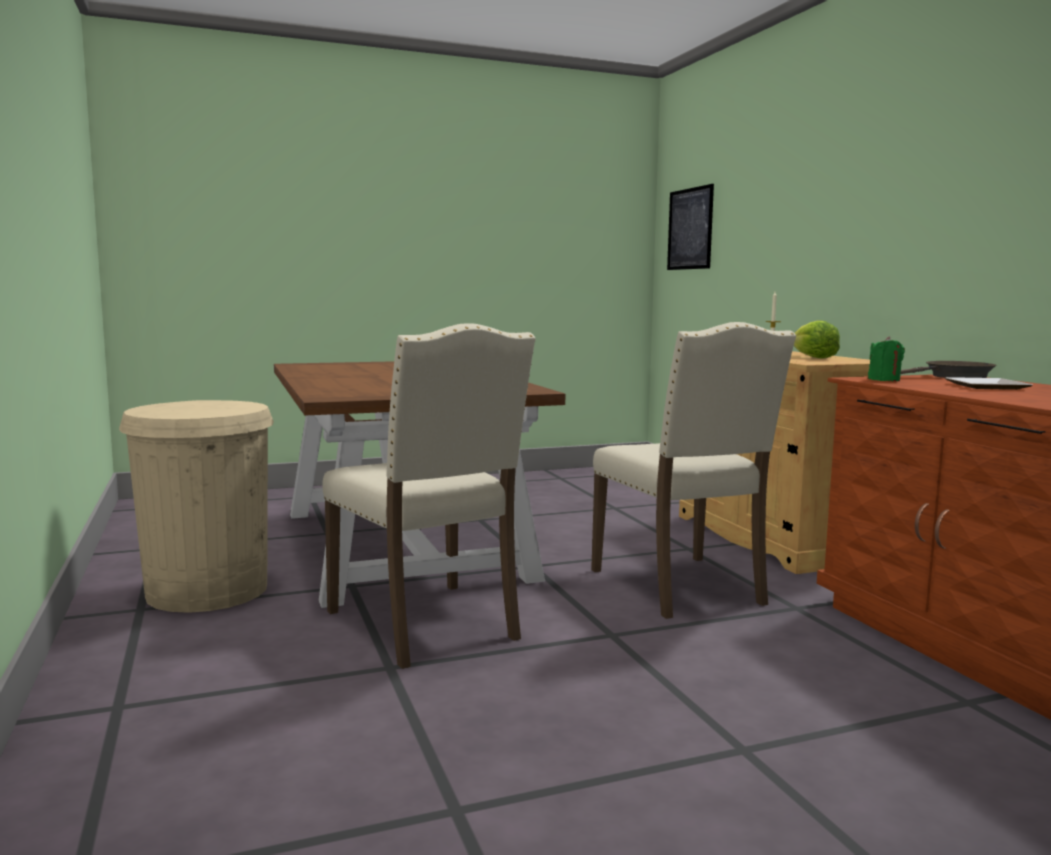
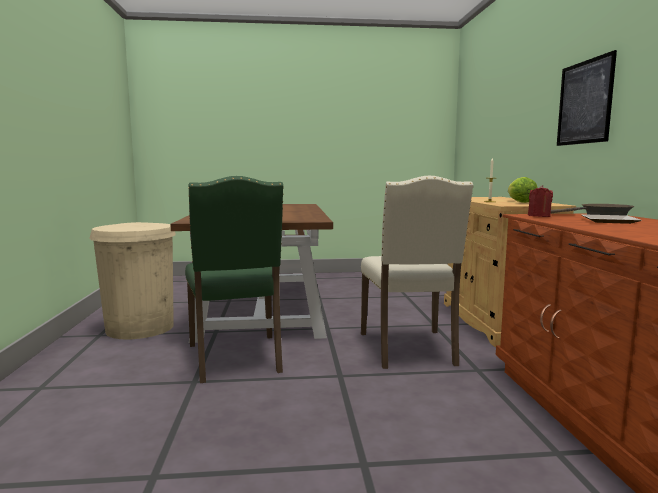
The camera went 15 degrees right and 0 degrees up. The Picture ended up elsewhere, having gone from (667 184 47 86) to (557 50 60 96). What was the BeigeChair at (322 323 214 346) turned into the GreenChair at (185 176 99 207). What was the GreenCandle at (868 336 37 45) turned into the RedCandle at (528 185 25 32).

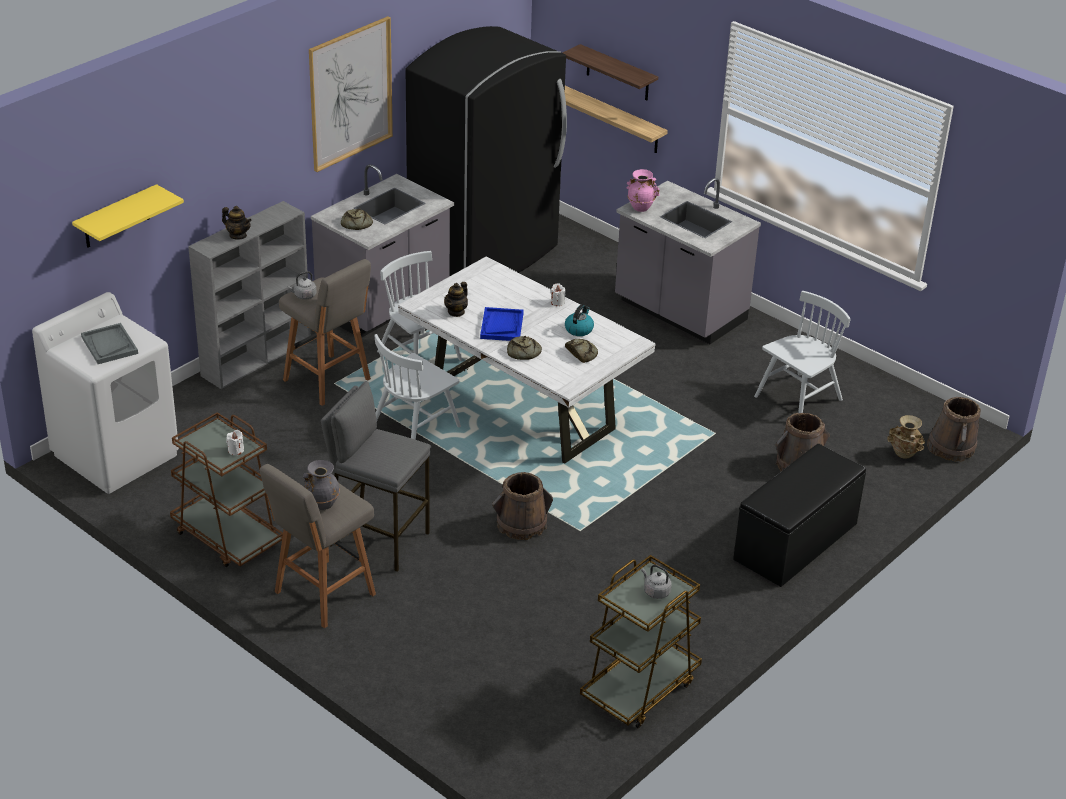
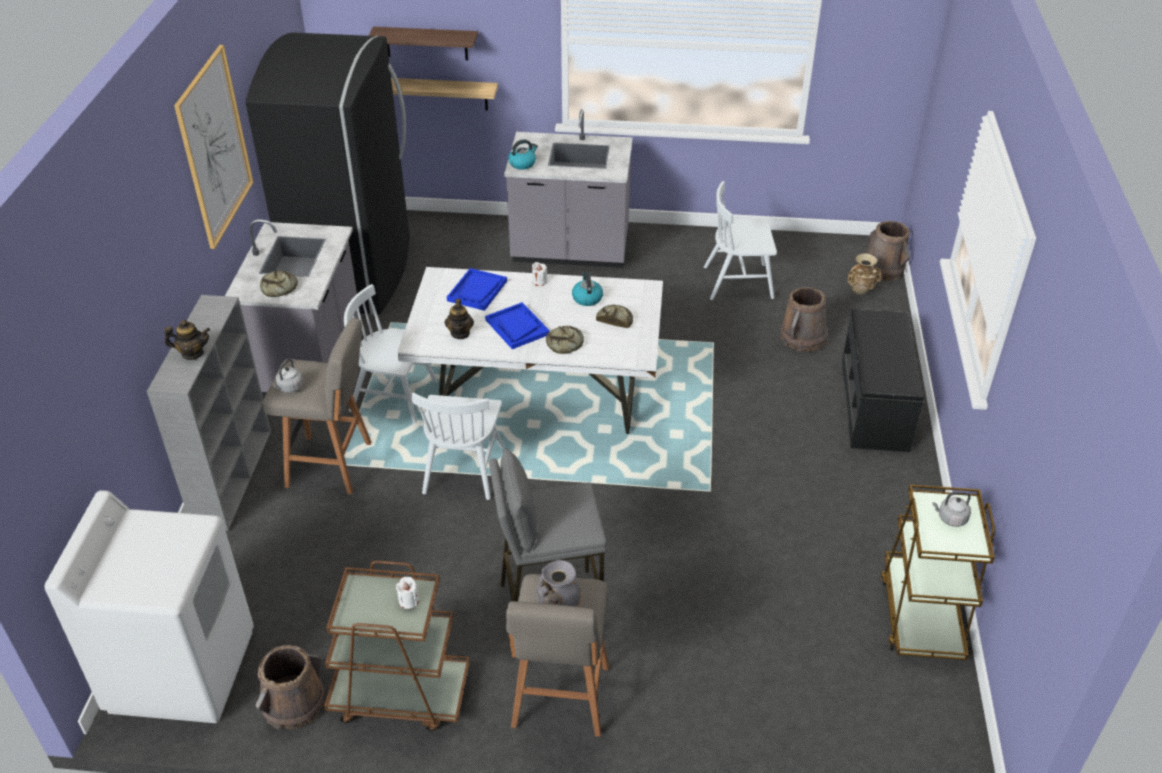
The camera went 35 degrees left and 5 degrees up. The second view lost the YellowShelf at (72 184 112 64). The second view lost the GreyTray at (81 323 57 41). The second view gained the BlueTray at (447 268 60 43). The BrownBucket ended up elsewhere, having gone from (492 472 61 68) to (256 645 69 84). Where the PinkVase stood at (626 169 34 43), the Kettle came to stand at (508 139 30 31). The WhiteChair at (754 291 97 122) ended up facing another way, 105 degrees counterclockwise from before.

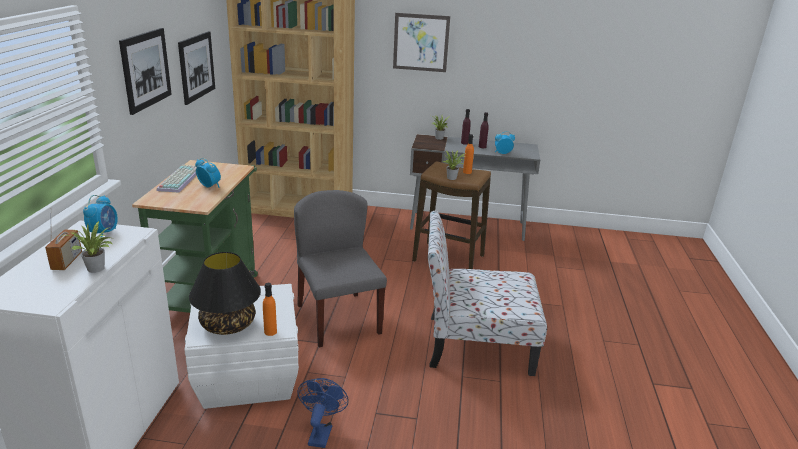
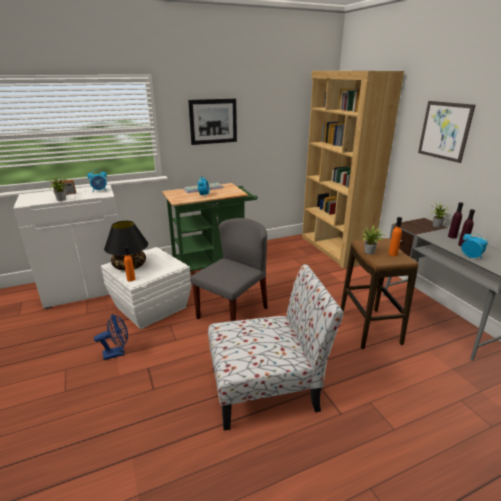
The camera went 60 degrees right and 0 degrees up. The second view lost the Picture at (178 31 37 74). The Chair at (428 211 119 165) ended up facing another way, 105 degrees clockwise from before.

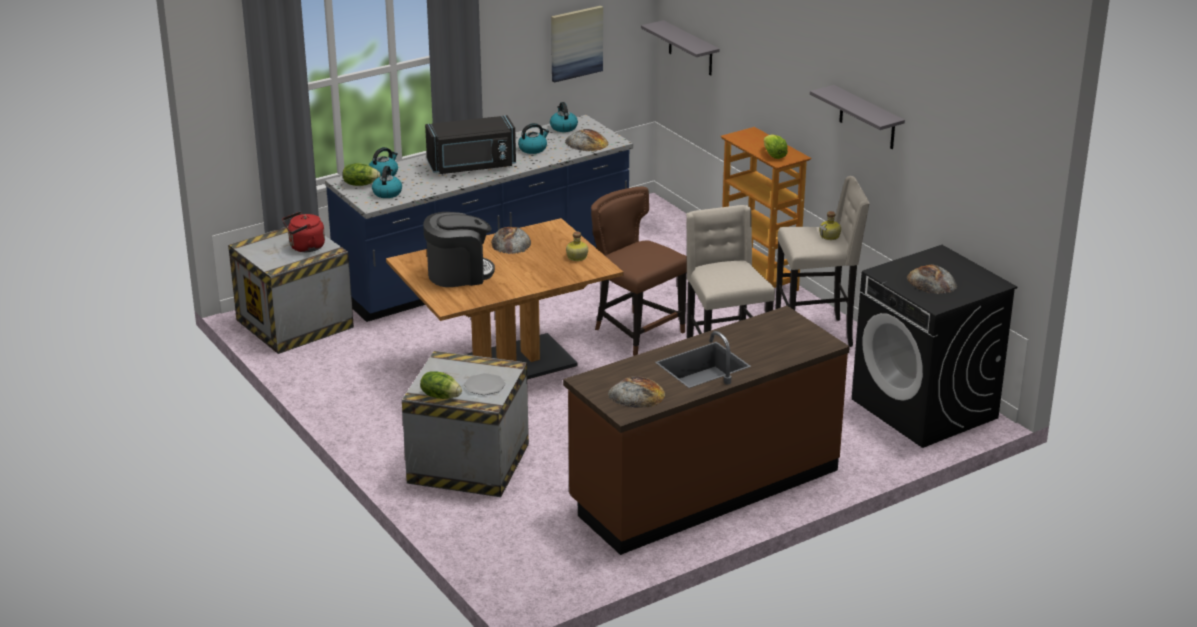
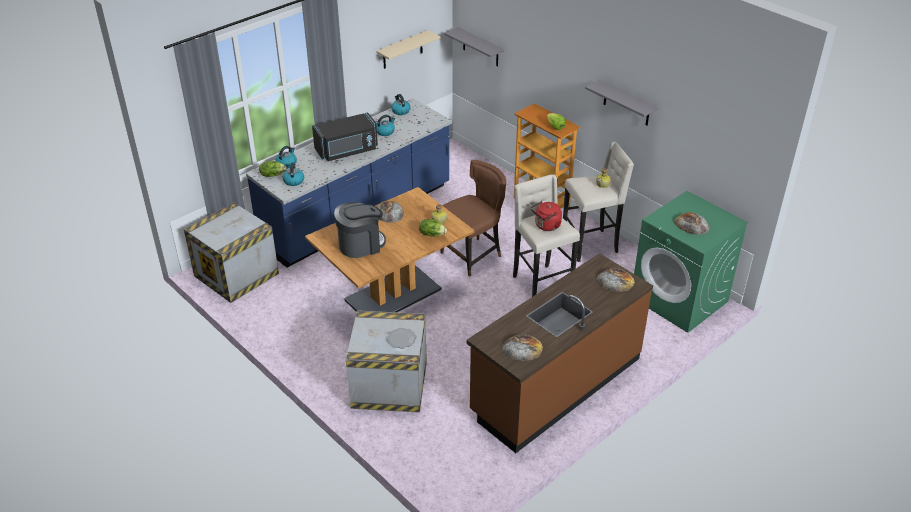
The camera went 10 degrees left and 10 degrees up. The RedKettle ended up elsewhere, having gone from (282 211 43 41) to (531 201 31 30). The Lettuce ended up elsewhere, having gone from (420 371 42 28) to (419 219 28 17). The Bread ended up elsewhere, having gone from (565 129 44 22) to (596 268 39 24). Where the Picture hung at (551 6 52 77), the BeigeShelf came to hang at (376 30 64 39). What was the BlackWashingMachine at (852 245 165 203) turned into the GreenWashingMachine at (634 191 114 142). The BrownChair at (591 187 96 169) ended up facing another way, 105 degrees clockwise from before.

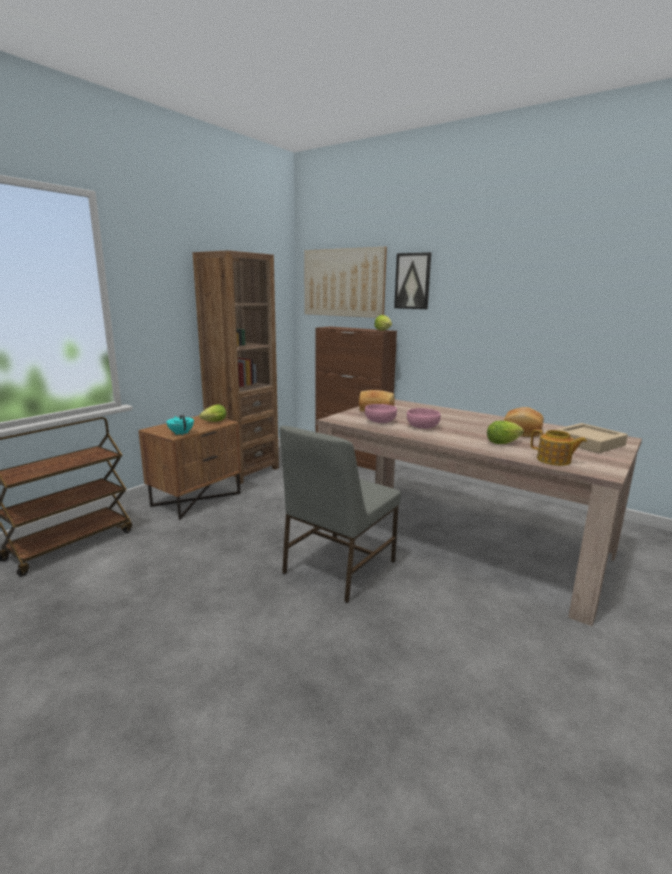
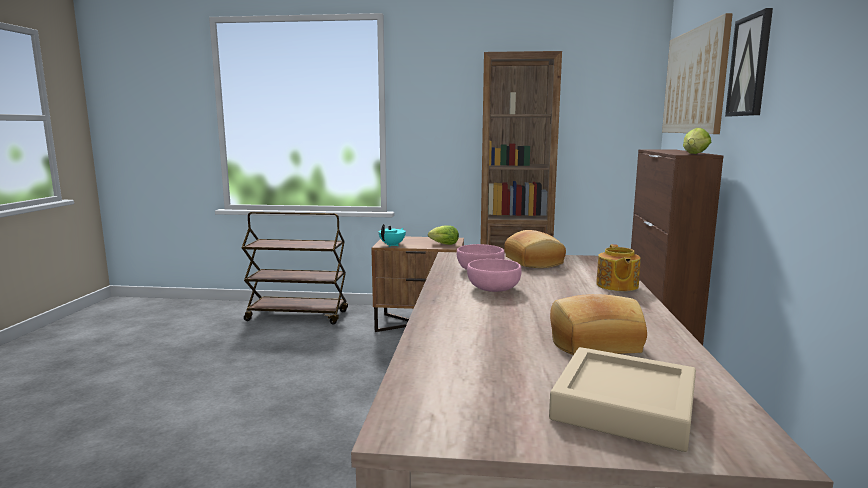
The camera went 60 degrees right and 5 degrees down. The second view lost the GreyChair at (280 426 121 177). The second view lost the Lettuce at (487 421 37 23). The Teapot ended up elsewhere, having gone from (531 429 56 37) to (596 244 45 47).

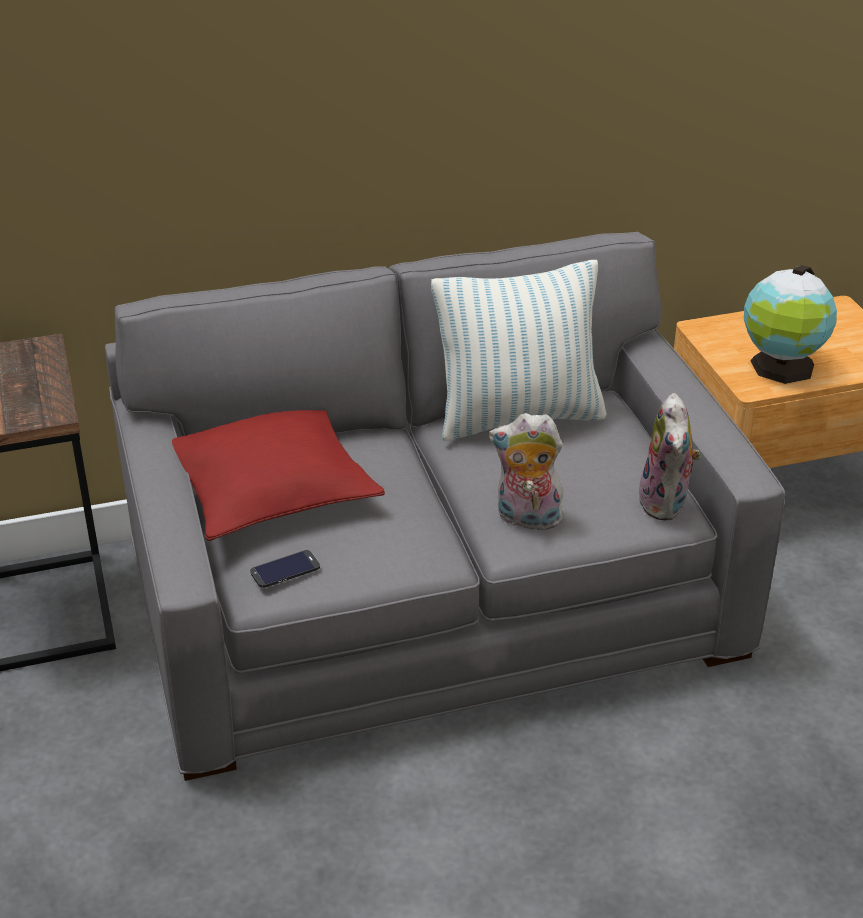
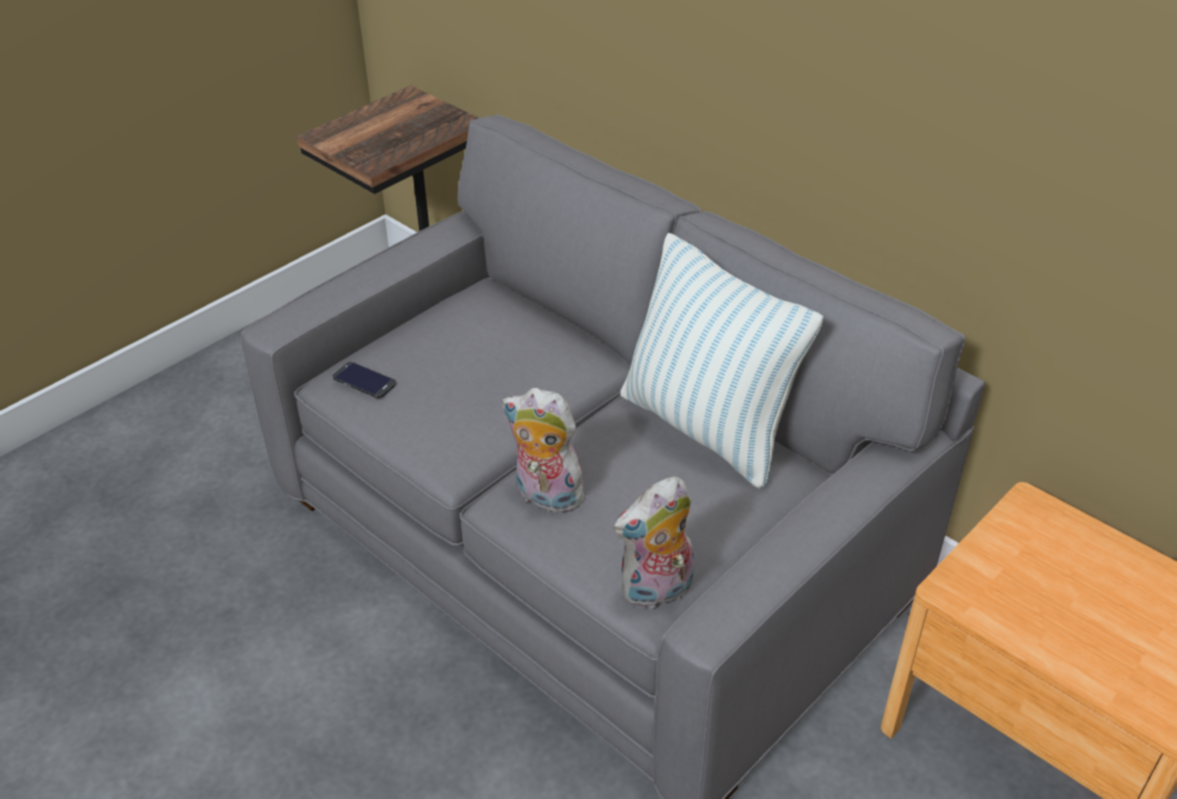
The camera went 60 degrees right and 5 degrees up. The second view lost the RedPillow at (172 410 213 131). The second view lost the Globe at (744 265 93 119). The PlushToy at (489 413 76 121) ended up facing another way, 45 degrees counterclockwise from before.

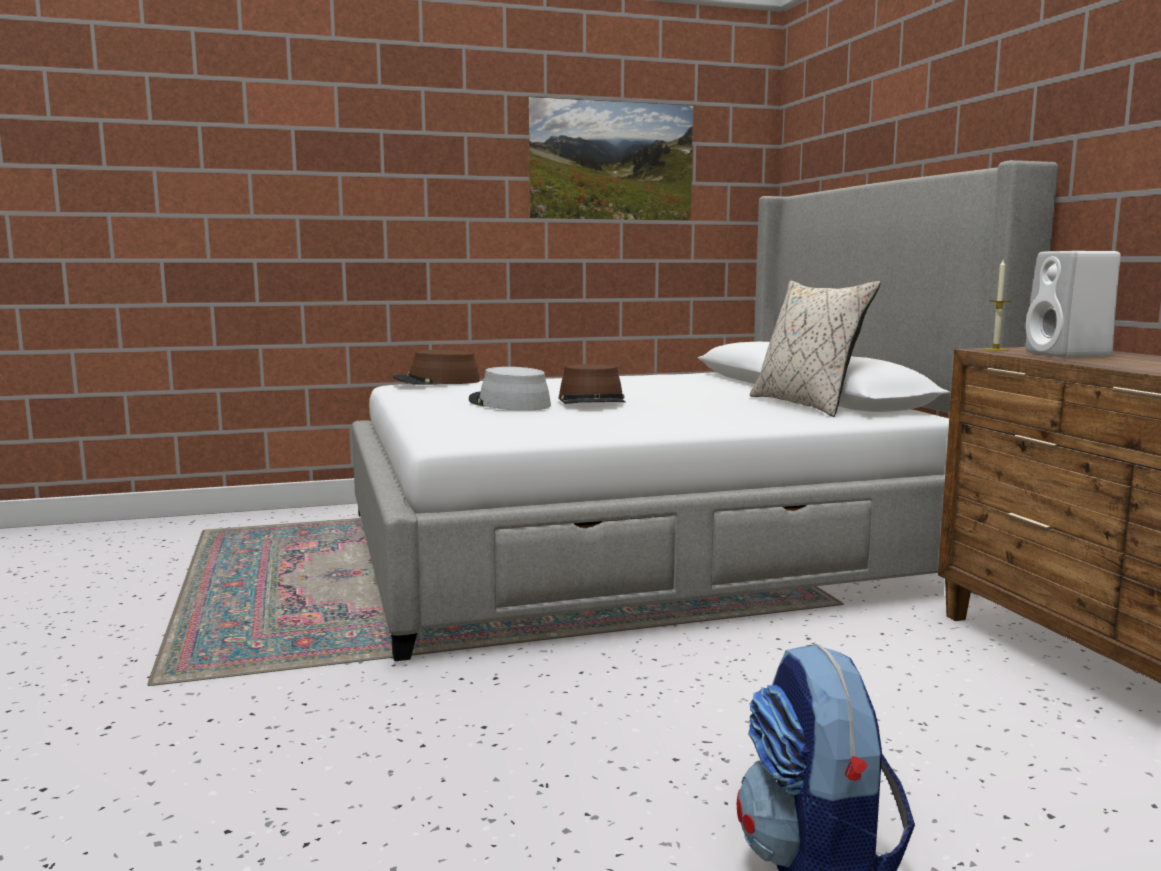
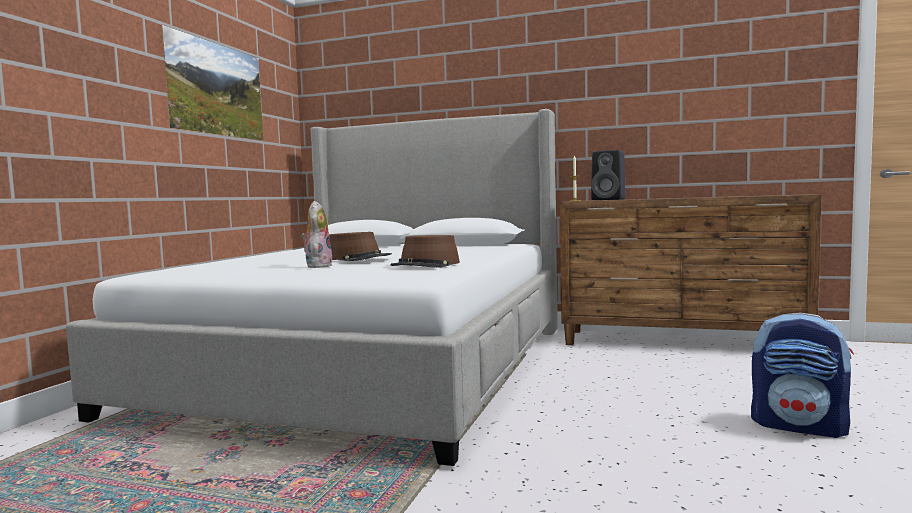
The camera went 55 degrees left and 5 degrees down. The second view lost the BeigePillow at (750 281 131 136). The BrownHat ended up elsewhere, having gone from (392 350 88 35) to (391 235 69 33). Where the GreyHat stood at (469 367 82 44), the PlushToy came to stand at (301 201 31 67). What was the WhiteSpeaker at (1026 251 95 106) turned into the BlackSpeaker at (591 150 35 50).

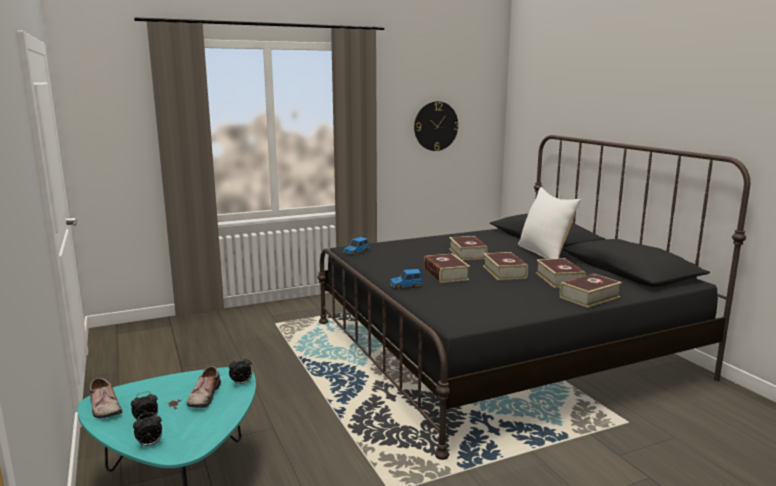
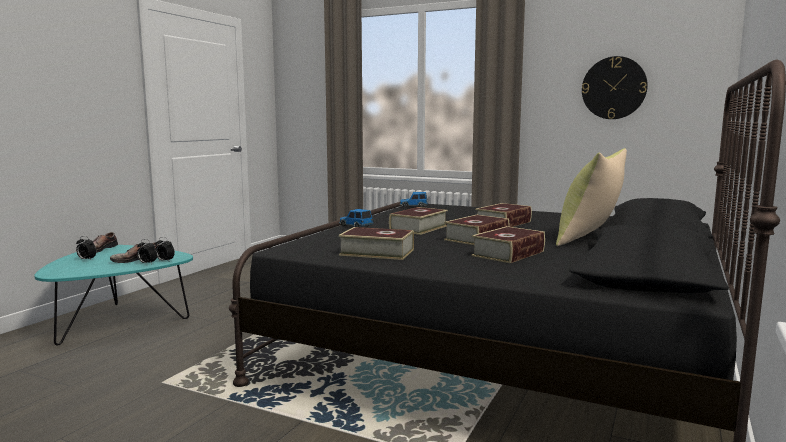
The camera went 50 degrees right and 5 degrees down. The AlarmClock ended up elsewhere, having gone from (133 412 29 35) to (137 239 20 25). The Book ended up elsewhere, having gone from (560 274 62 34) to (339 227 75 33). What was the WhitePillow at (518 187 63 72) turned into the YellowPillow at (556 148 71 98).

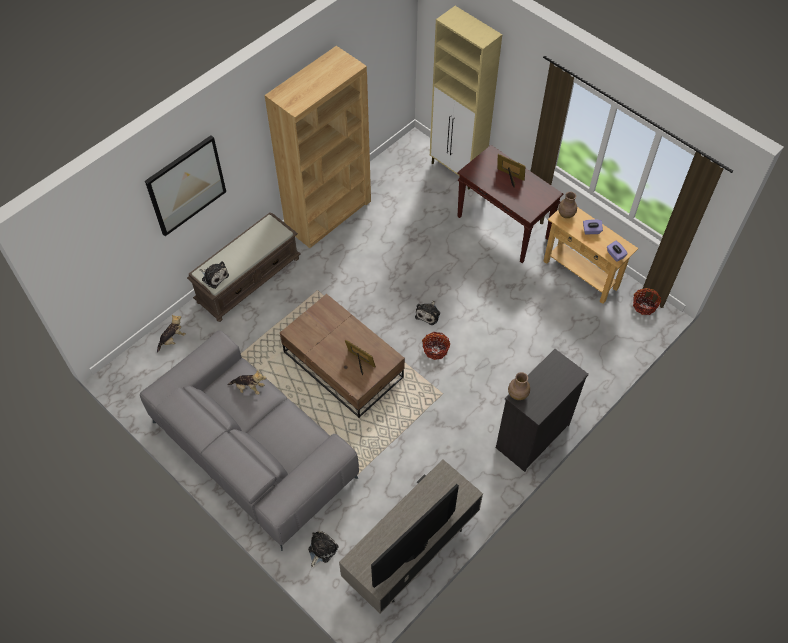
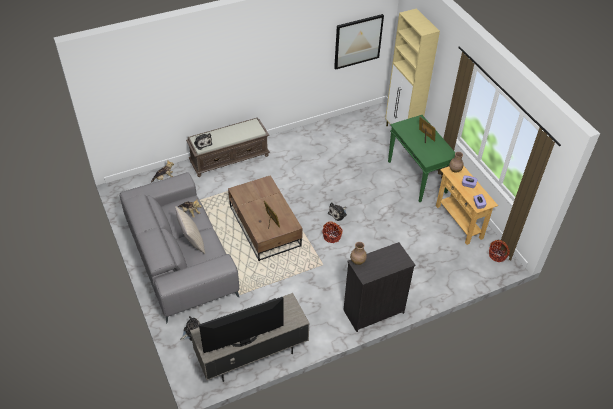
The camera went 20 degrees right and 10 degrees down. The second view lost the BrownBookcase at (264 46 107 202). The second view gained the BeigePillow at (175 206 30 48). The Picture ended up elsewhere, having gone from (145 135 81 101) to (334 14 50 56). What was the BrownConsoleTable at (457 145 106 118) turned into the GreenConsoleTable at (388 115 67 87).

